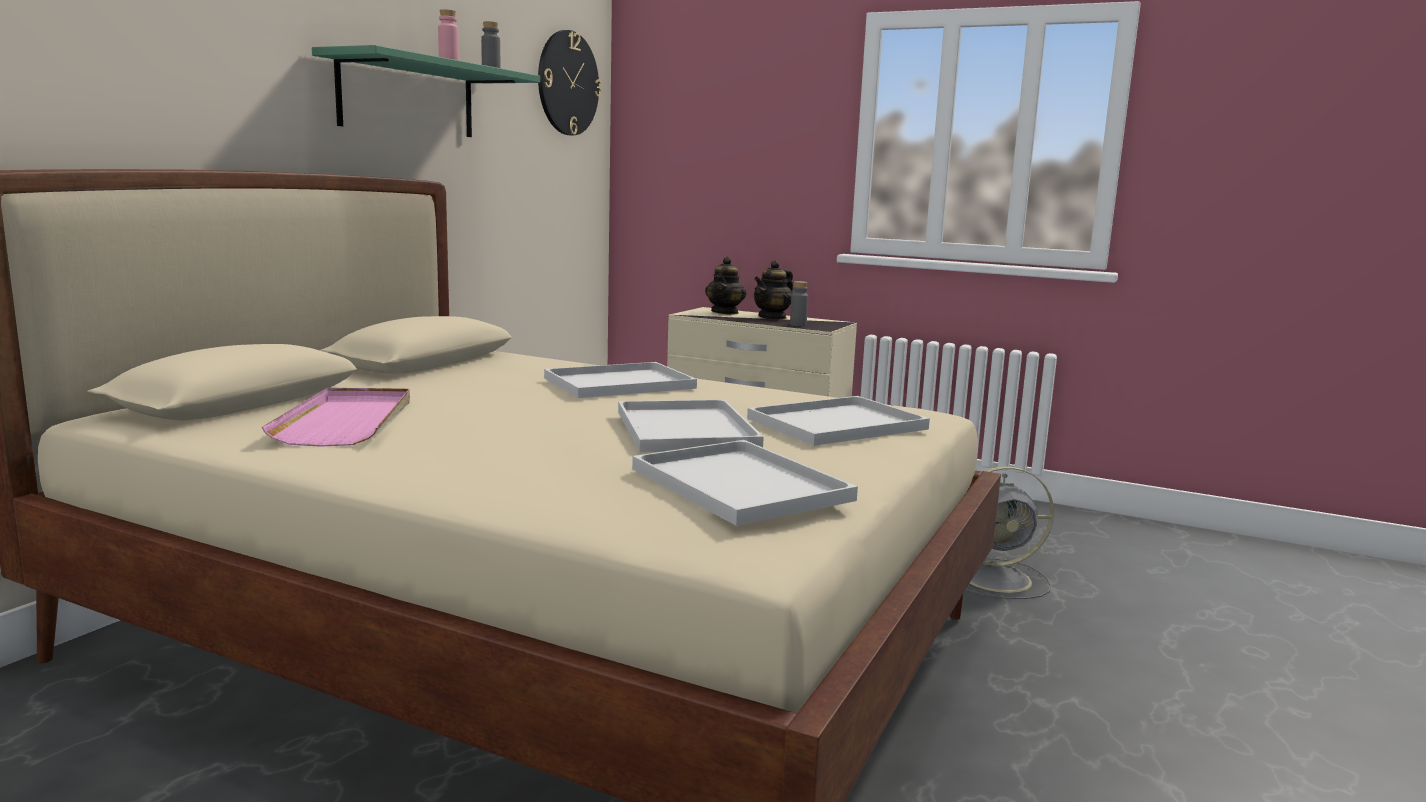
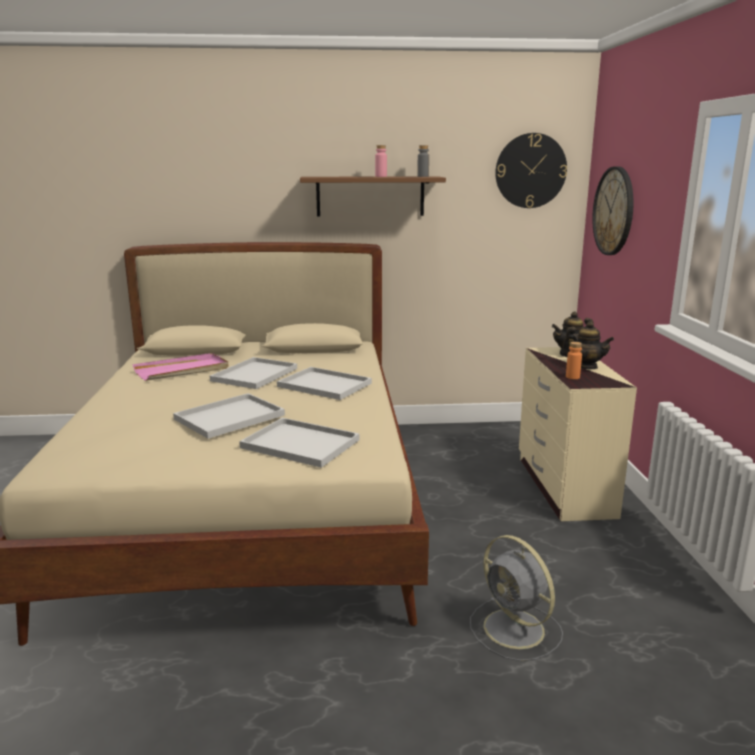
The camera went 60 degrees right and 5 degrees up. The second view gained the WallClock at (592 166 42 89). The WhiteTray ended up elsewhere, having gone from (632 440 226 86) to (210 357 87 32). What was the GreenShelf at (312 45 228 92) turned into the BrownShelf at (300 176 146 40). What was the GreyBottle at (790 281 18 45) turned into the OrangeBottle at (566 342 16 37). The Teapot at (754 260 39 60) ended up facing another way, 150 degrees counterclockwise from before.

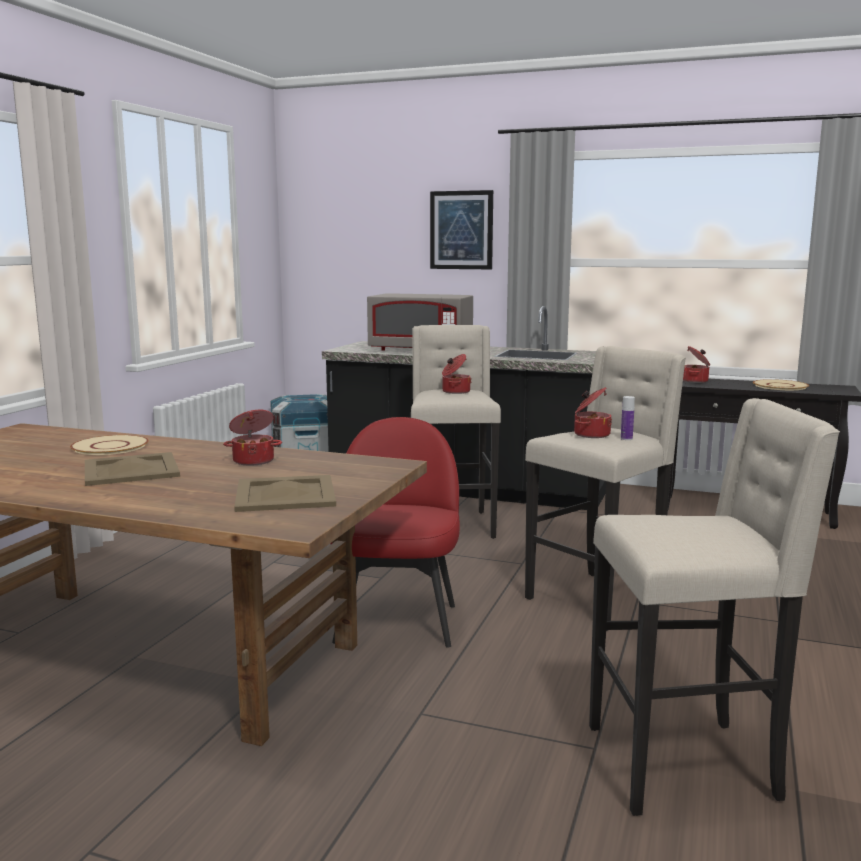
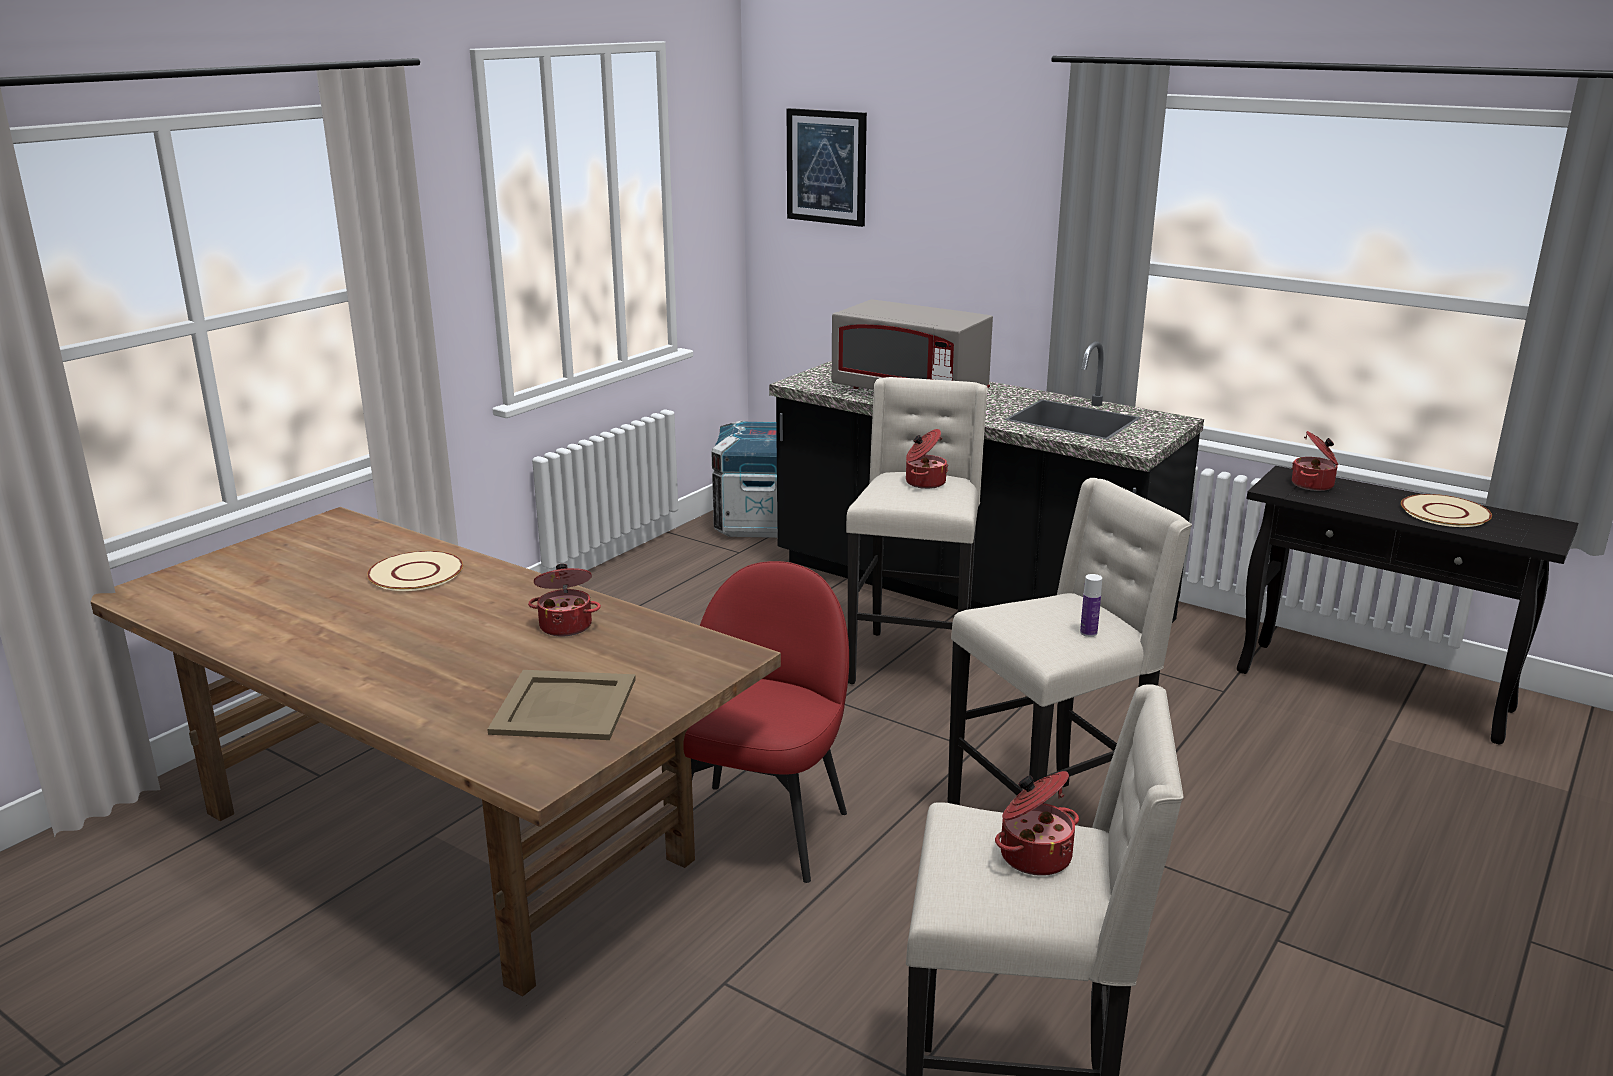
The camera went 15 degrees right and 10 degrees up. The second view lost the BeigeTray at (85 452 95 34). The Picture ended up elsewhere, having gone from (430 190 63 79) to (787 108 80 119). The CookingPot ended up elsewhere, having gone from (574 387 38 51) to (995 771 84 105).

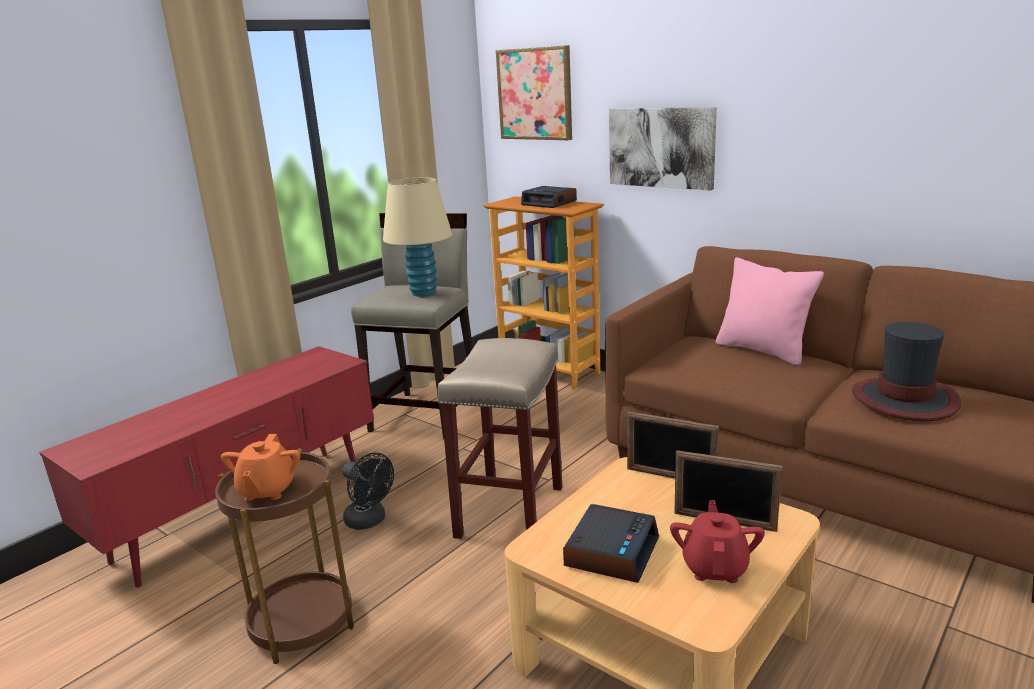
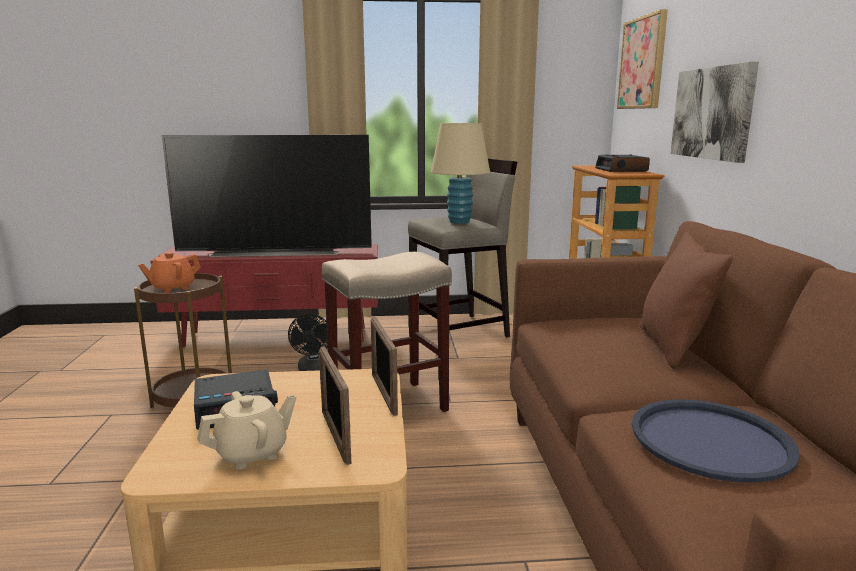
The camera went 45 degrees right and 5 degrees down. The second view gained the Television at (162 135 210 122). Where the Hat stood at (852 322 109 99), the BlueTray came to stand at (632 399 168 84). What was the RedTeapot at (670 500 95 83) turned into the BeigeTeapot at (197 391 100 79). What was the PinkPillow at (716 257 108 109) turned into the BrownPillow at (640 232 93 137).

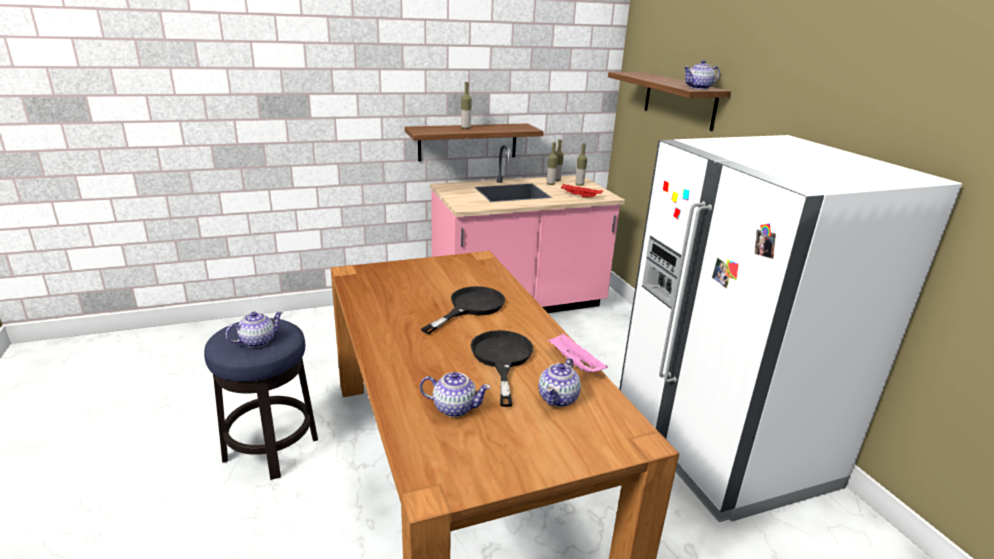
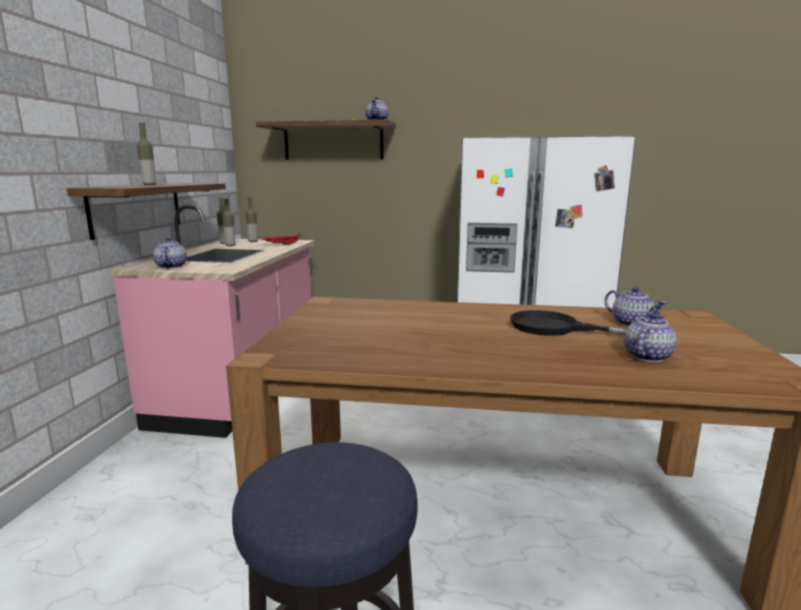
The camera went 60 degrees left and 10 degrees down. The second view lost the BlackFryingPan at (421 286 84 48). The second view lost the PinkTray at (548 333 60 39). The Teapot ended up elsewhere, having gone from (225 311 58 37) to (153 237 34 32).

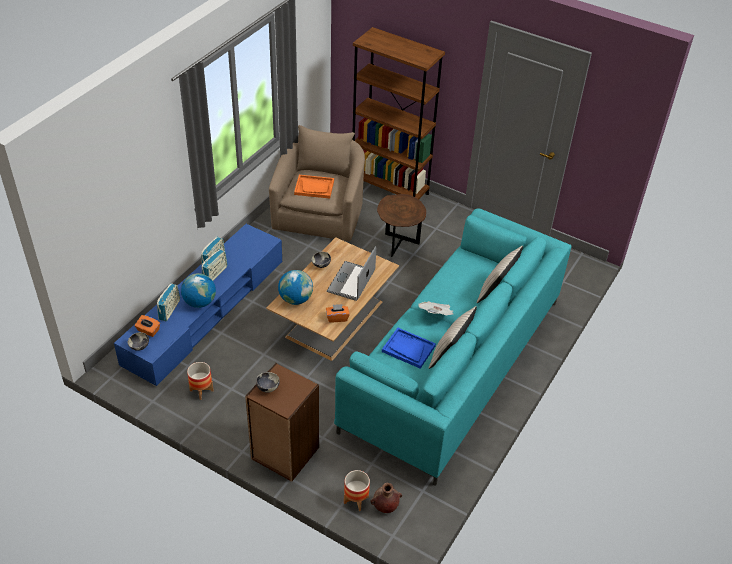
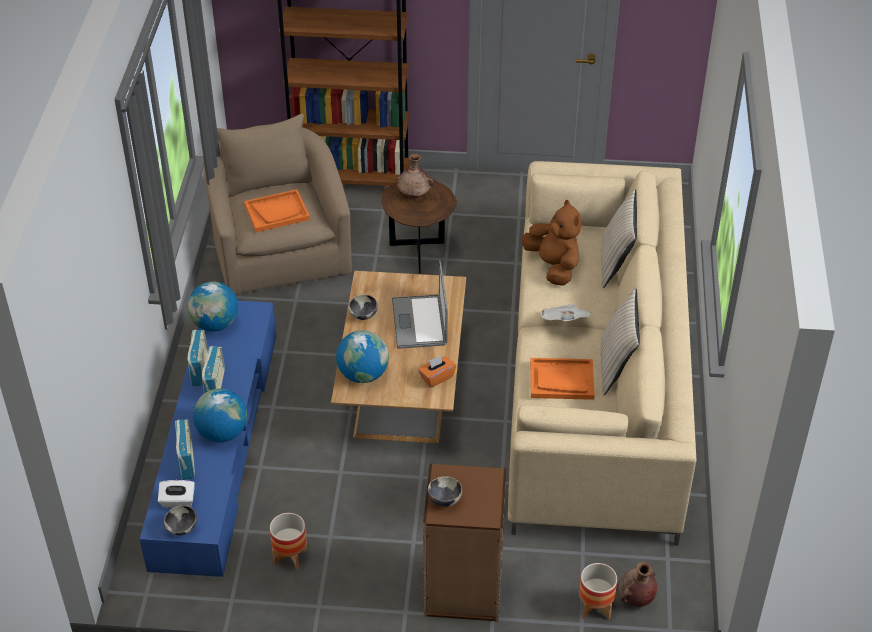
The camera went 25 degrees left and 0 degrees up. The second view gained the Globe at (188 281 50 51). The second view gained the BrownVase at (395 154 38 44). The second view gained the BrownPlushToy at (522 200 59 86). What was the OrangeTissueBox at (135 315 25 22) turned into the WhiteTissueBox at (158 480 37 28). What was the TurquoiseSofa at (334 208 238 278) turned into the BeigeSofa at (508 161 188 385). What was the BlueTray at (382 328 54 41) turned into the OrangeTray at (530 358 65 42).

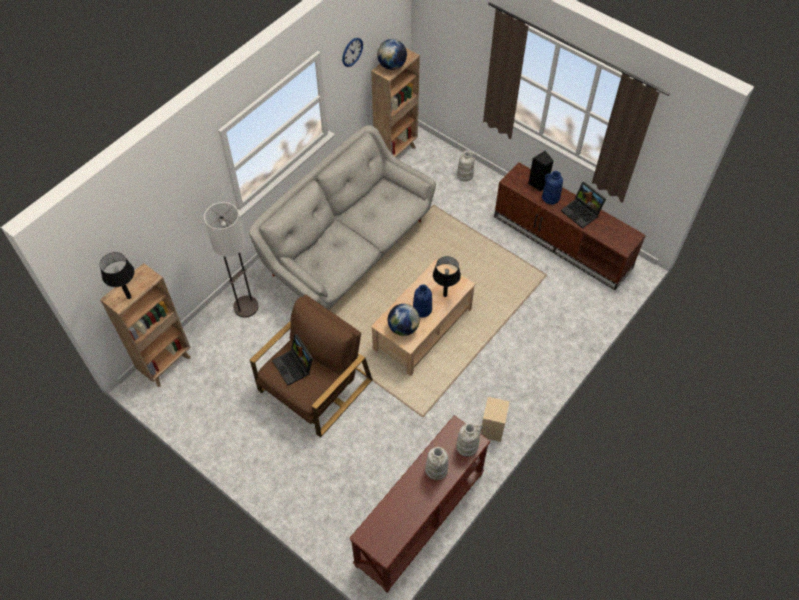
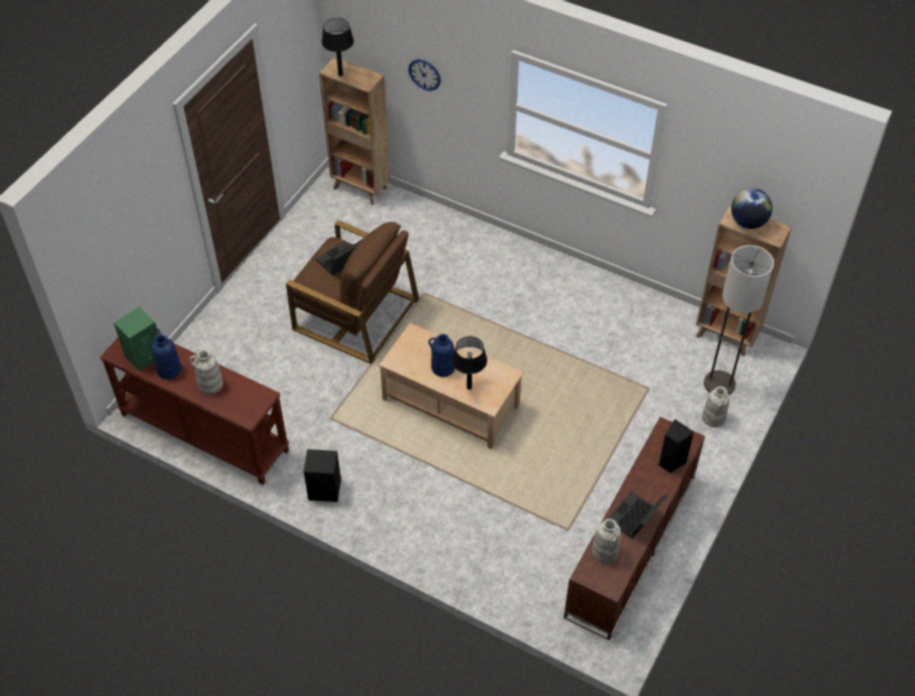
The camera went 80 degrees right and 5 degrees down. The second view lost the GreySofa at (249 125 187 185). The second view lost the Globe at (388 304 32 32). The second view gained the GreenSpeaker at (114 307 44 65). The FloorLamp ended up elsewhere, having gone from (204 202 55 116) to (704 245 70 150). The WallClock ended up elsewhere, having gone from (342 38 21 29) to (408 59 33 32). The WhiteVase ended up elsewhere, having gone from (456 423 27 34) to (592 519 29 44). The BlueVase ended up elsewhere, having gone from (542 171 21 33) to (151 329 31 50). What was the BeigeSpeaker at (480 397 30 45) turned into the BlackSpeaker at (303 449 38 53).

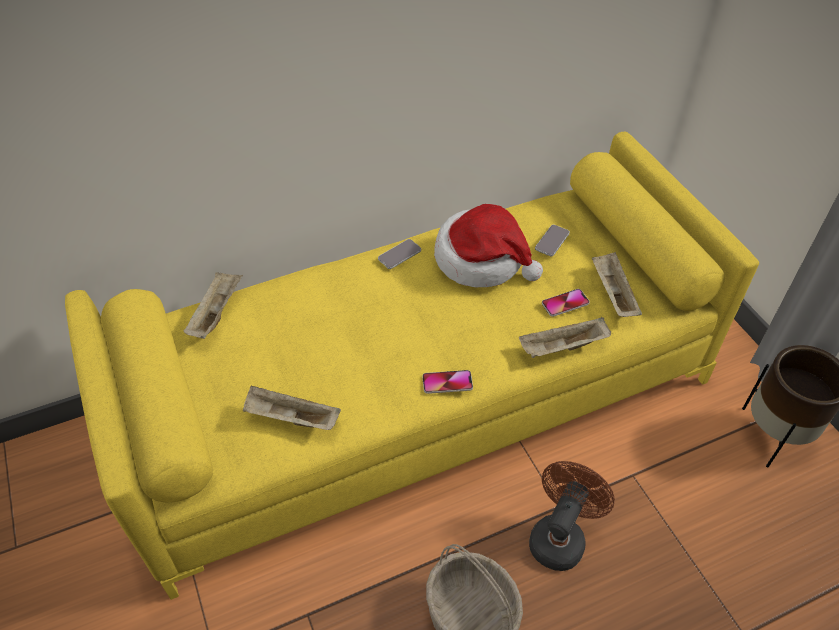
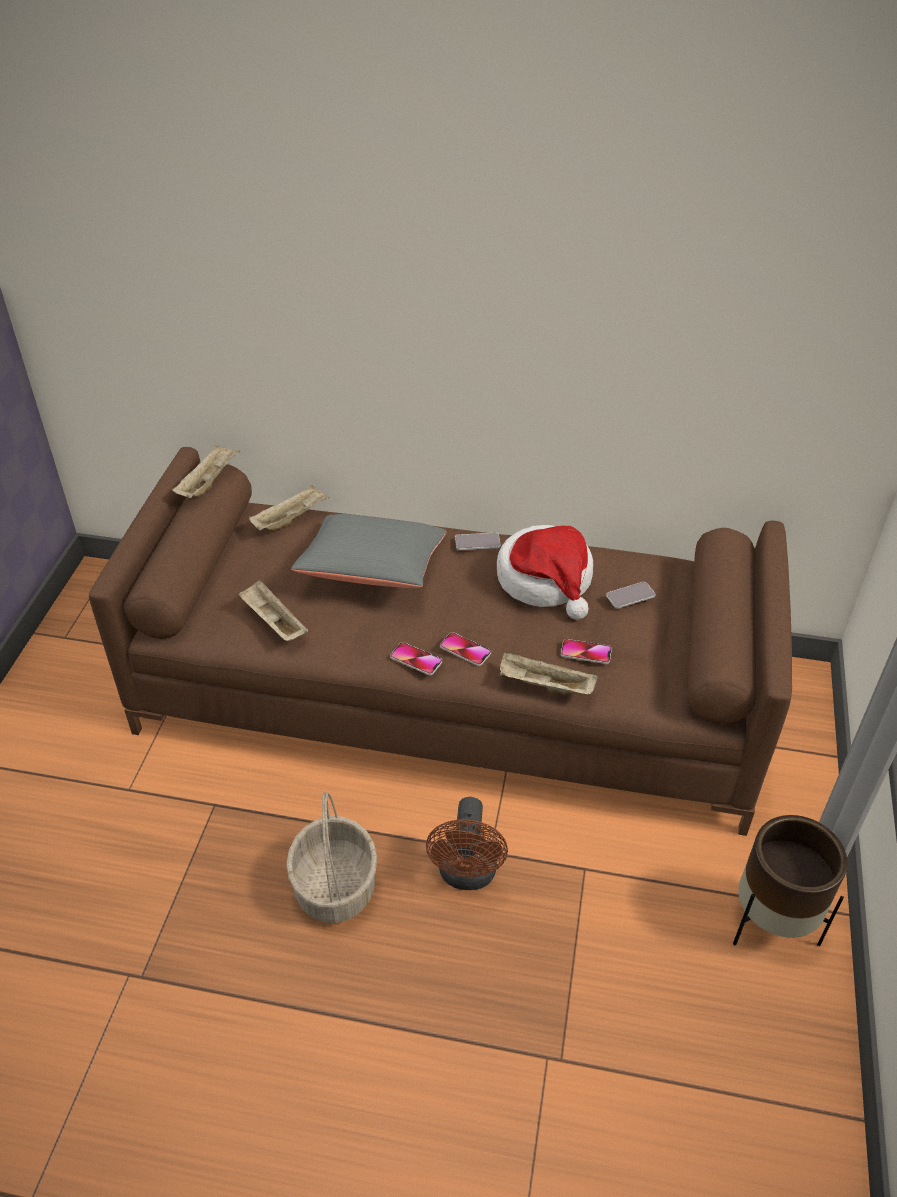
The camera went 35 degrees right and 5 degrees down. The second view gained the GreyPillow at (291 514 156 74). The second view gained the Phone at (440 632 51 34). The BeigeTray ended up elsewhere, having gone from (592 252 50 65) to (172 444 68 54). What was the YellowSofa at (65 132 694 468) turned into the BrownSofa at (89 447 703 389). The BrownFan at (529 461 86 110) ended up facing another way, 120 degrees clockwise from before.

